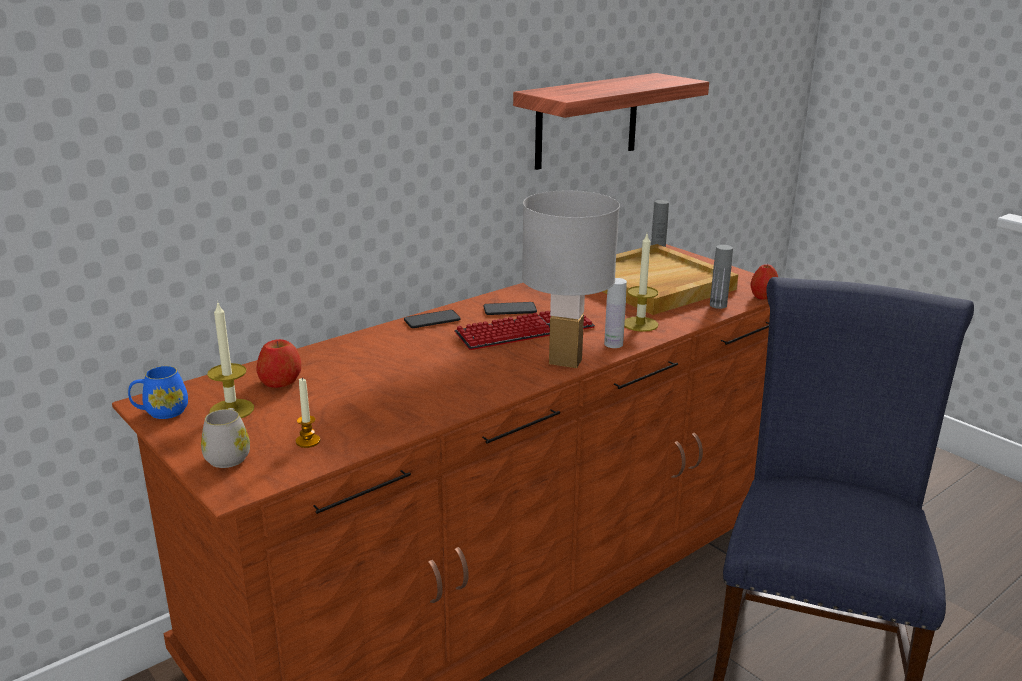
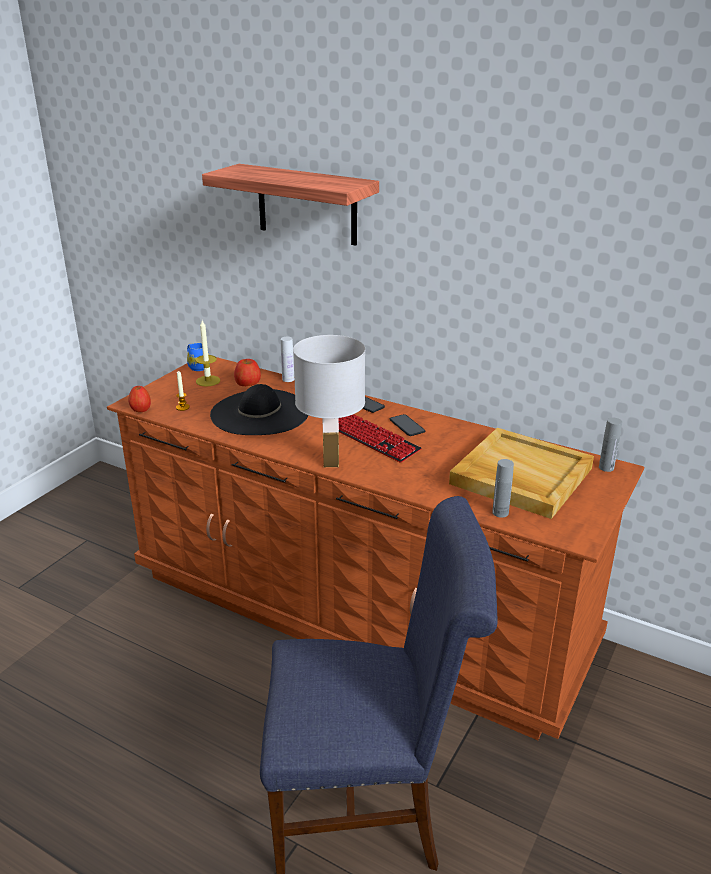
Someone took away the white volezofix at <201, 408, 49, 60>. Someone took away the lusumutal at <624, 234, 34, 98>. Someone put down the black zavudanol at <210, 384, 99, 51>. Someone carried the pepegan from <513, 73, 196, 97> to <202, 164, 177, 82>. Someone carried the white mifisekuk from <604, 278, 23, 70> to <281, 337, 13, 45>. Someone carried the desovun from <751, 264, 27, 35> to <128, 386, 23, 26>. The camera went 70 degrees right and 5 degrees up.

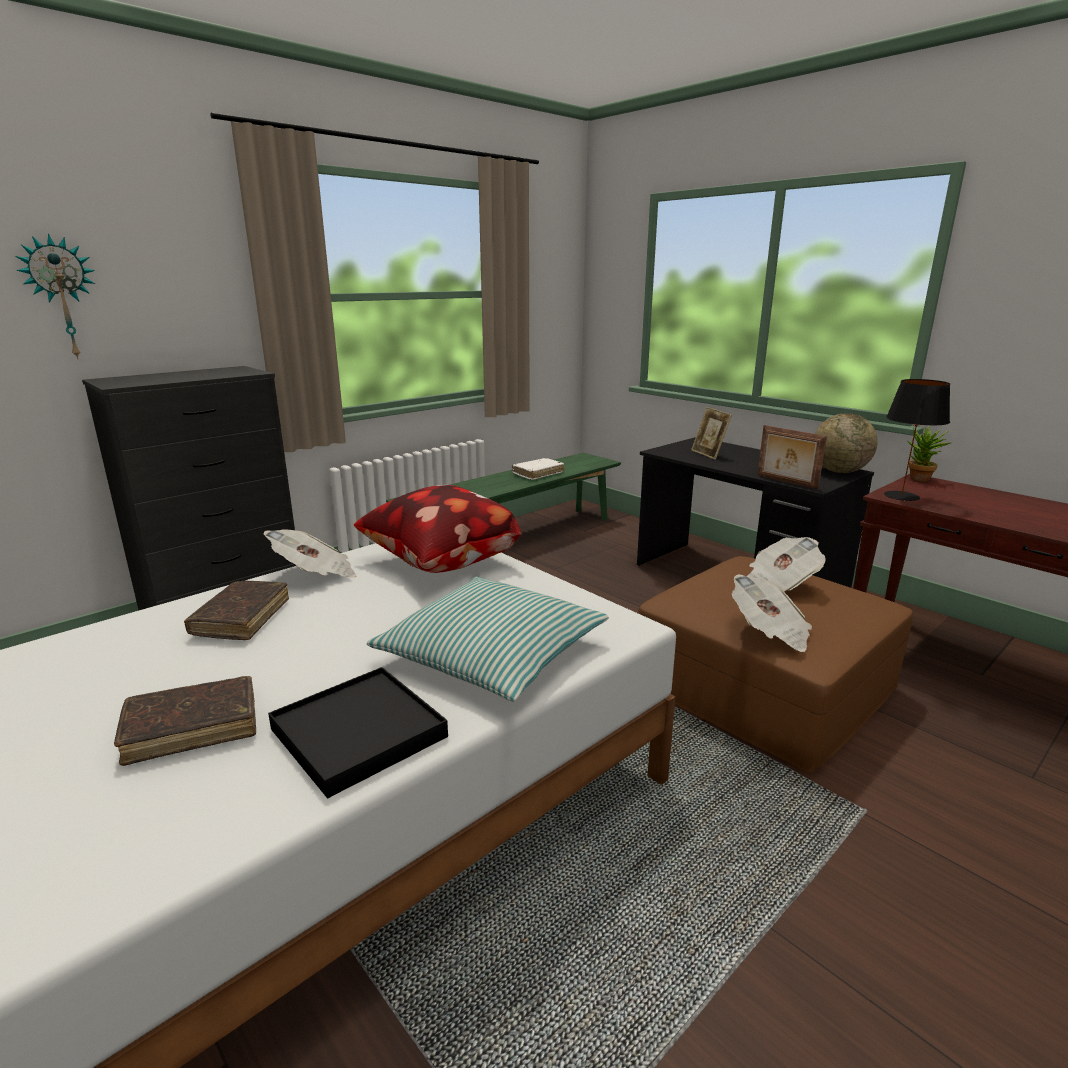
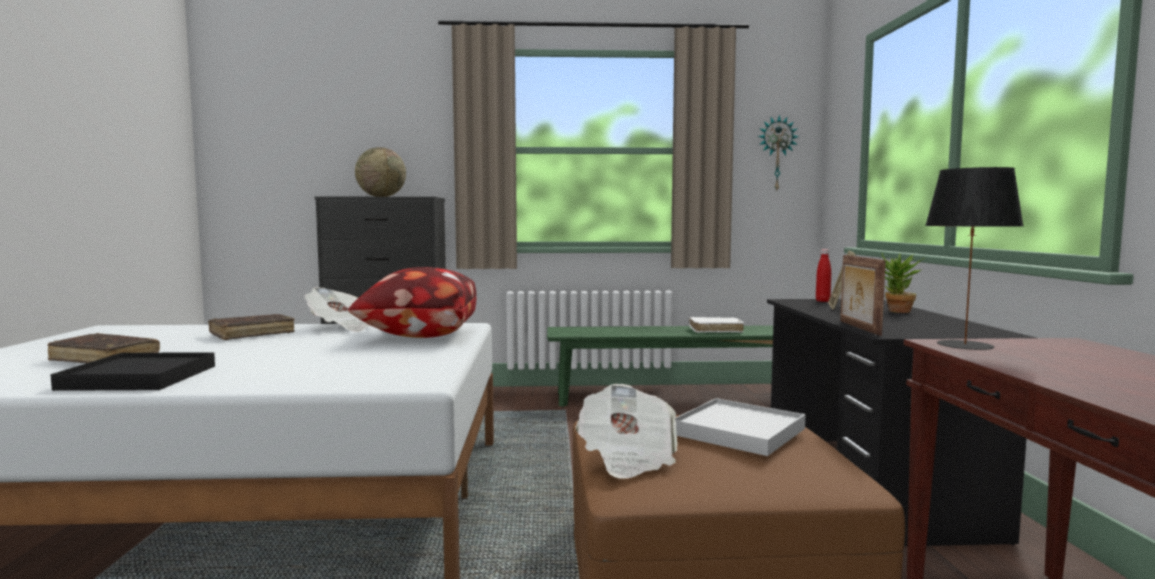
Someone took away the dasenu at <367, 577, 242, 124>. Someone put down the red mifisekuk at <816, 249, 15, 53>. Someone carried the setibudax from <15, 234, 80, 125> to <758, 115, 41, 76>. Someone carried the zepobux from <815, 413, 63, 60> to <355, 147, 51, 50>. Someone carried the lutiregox from <907, 426, 44, 55> to <881, 252, 43, 61>. Someone swapped the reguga at <747, 537, 79, 54> for the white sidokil at <675, 398, 130, 58>. The camera went 40 degrees right and 15 degrees down.

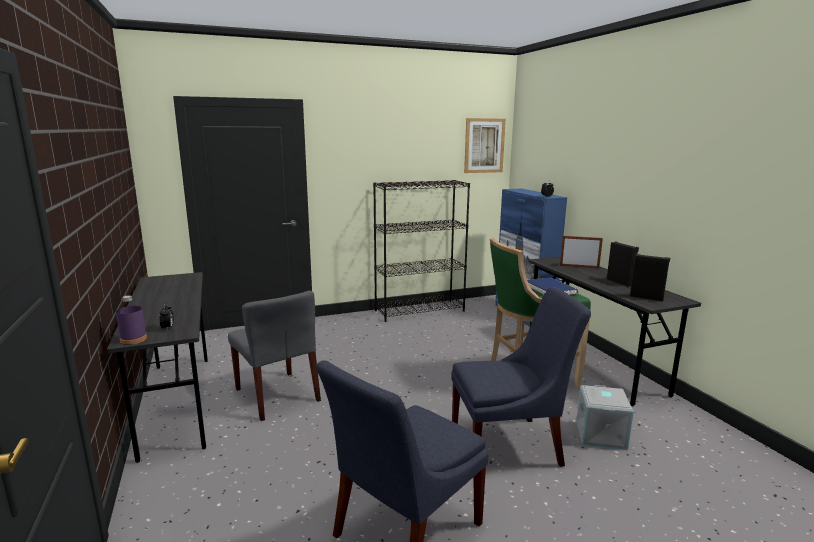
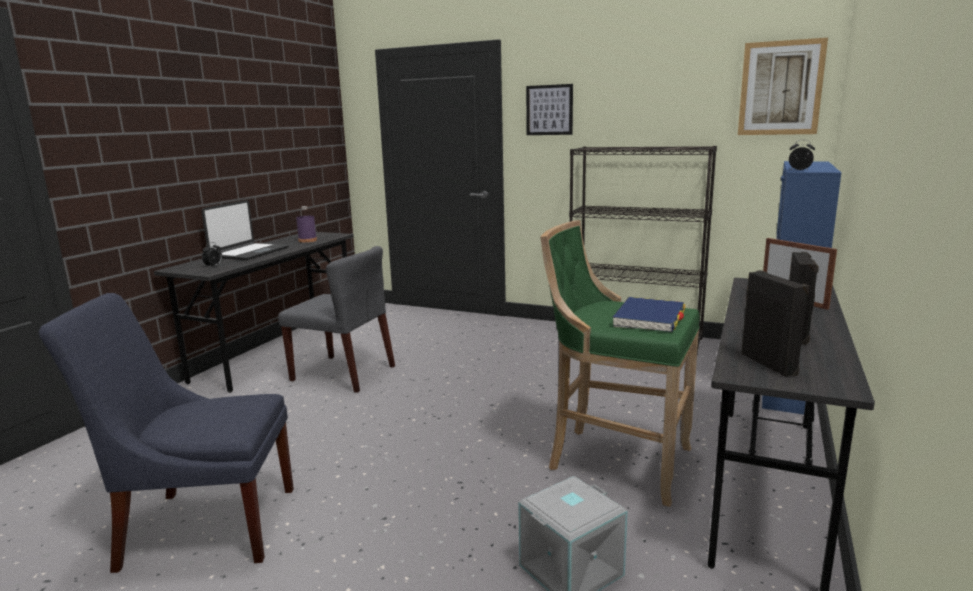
Someone took away the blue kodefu at <451, 287, 140, 180>. Someone put down the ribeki at <201, 200, 88, 60>. Someone put up the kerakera at <526, 84, 47, 51>. Someone carried the purple mifisekuk from <116, 295, 31, 50> to <296, 206, 21, 37>. Someone rotated the grey kodefu at <228, 290, 93, 131> by 75 degrees counterclockwise. The camera went 45 degrees right and 0 degrees up.

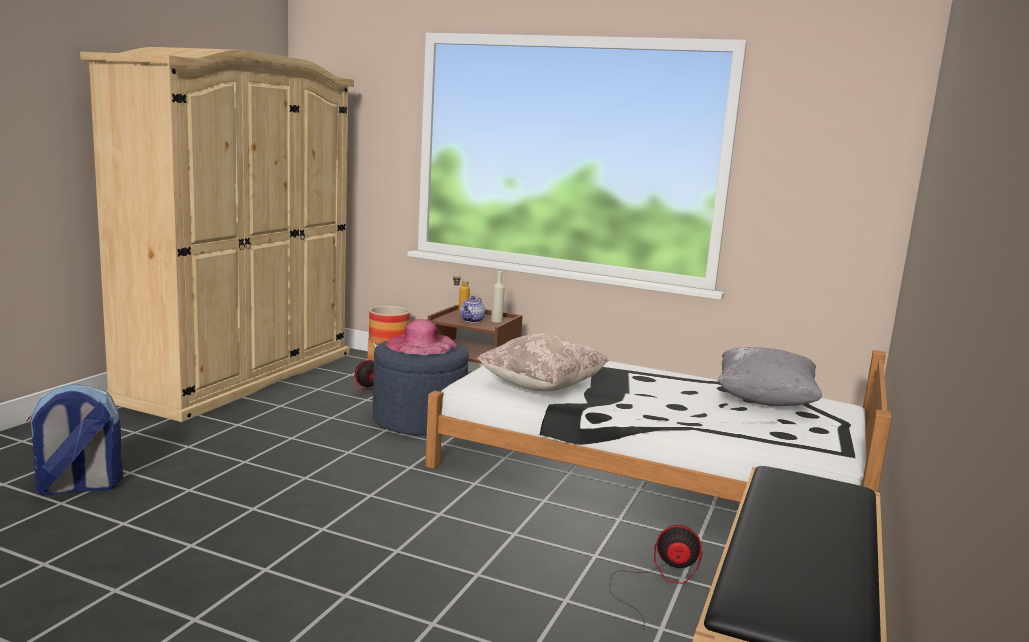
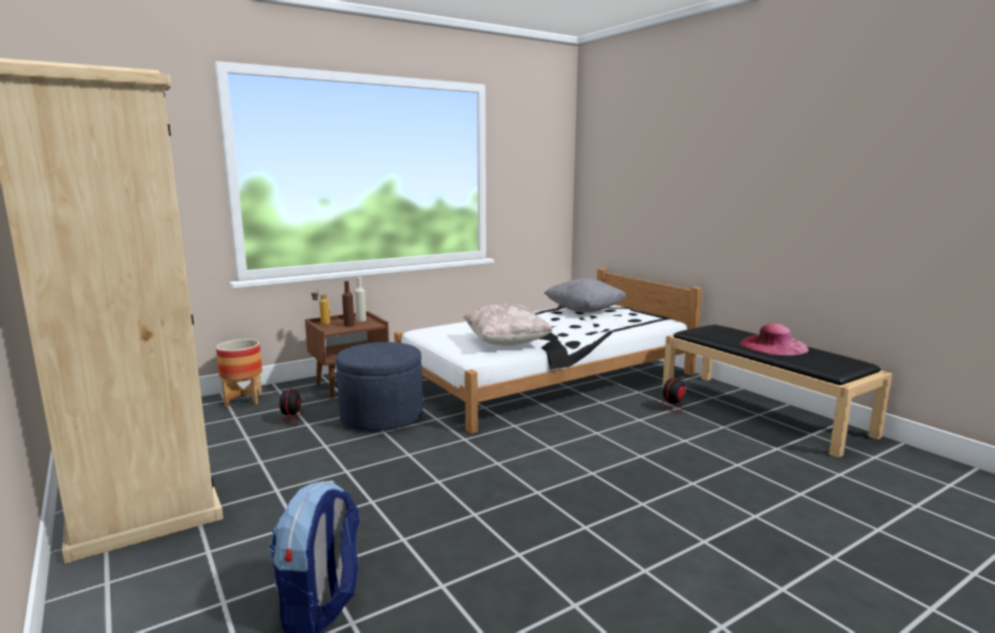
Someone carried the pink zavudanol from <386, 319, 71, 36> to <740, 323, 69, 32>. Someone swapped the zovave at <460, 296, 25, 27> for the brown mifisekuk at <342, 281, 13, 46>. The camera went 55 degrees left and 0 degrees up.

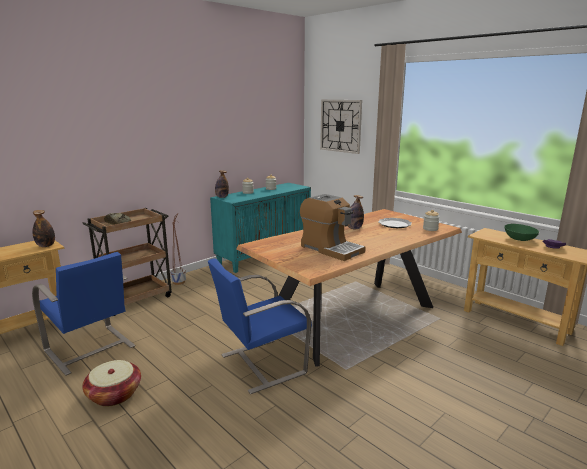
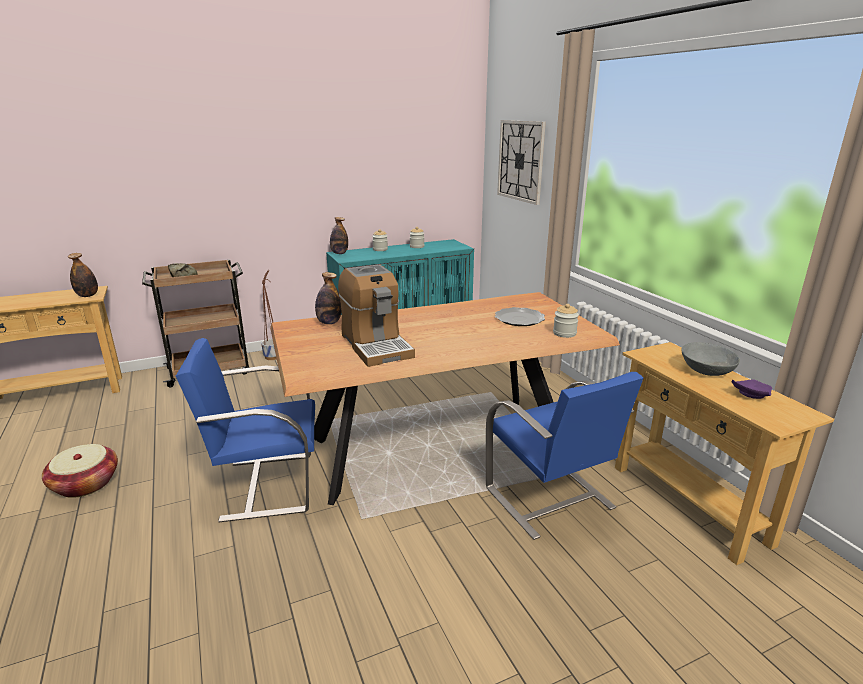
Someone carried the blue kodefu from <32, 252, 103, 124> to <486, 372, 157, 168>. Someone carried the mifisekuk from <347, 195, 17, 34> to <315, 272, 27, 52>. Someone repainted the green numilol at <504, 224, 35, 17>, which became the grey numilol at <681, 342, 59, 34>. The camera went 20 degrees right and 5 degrees up.

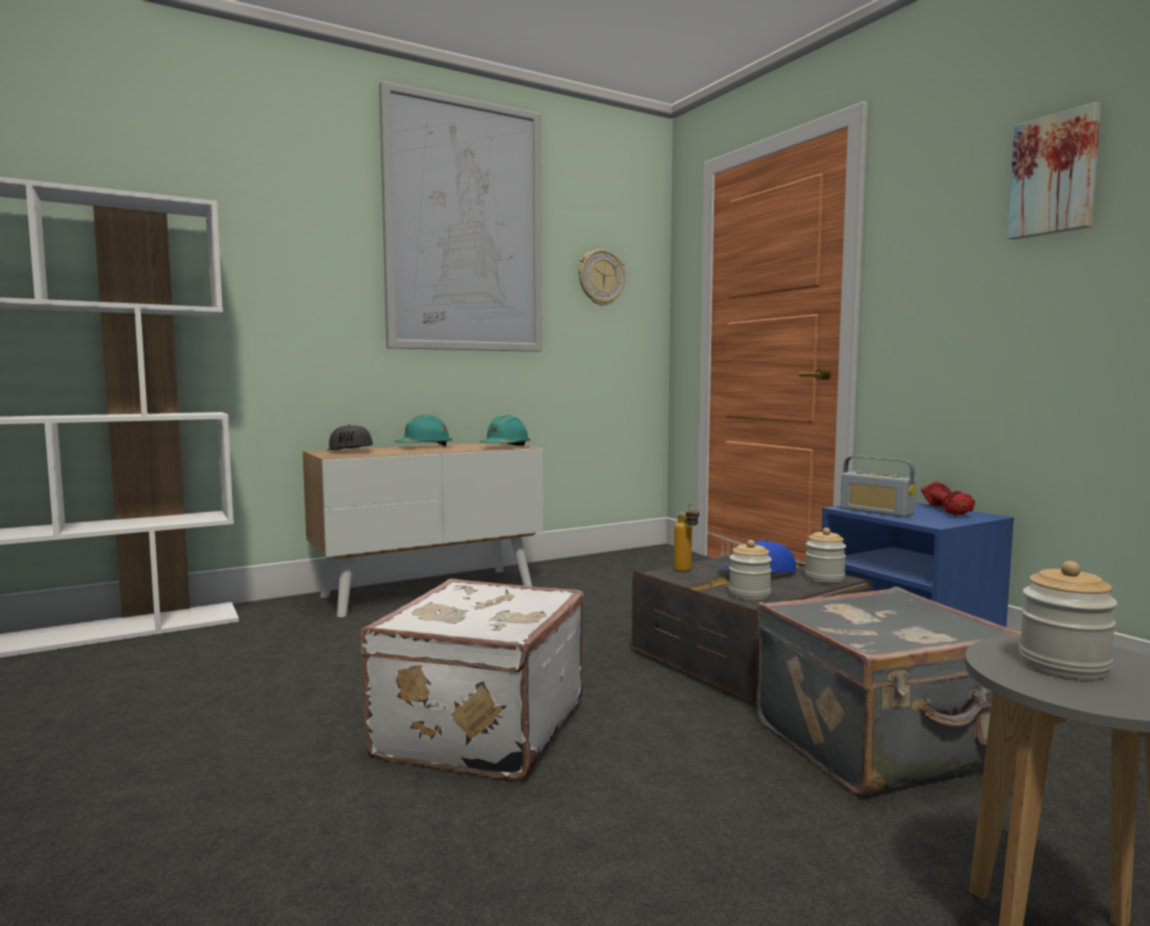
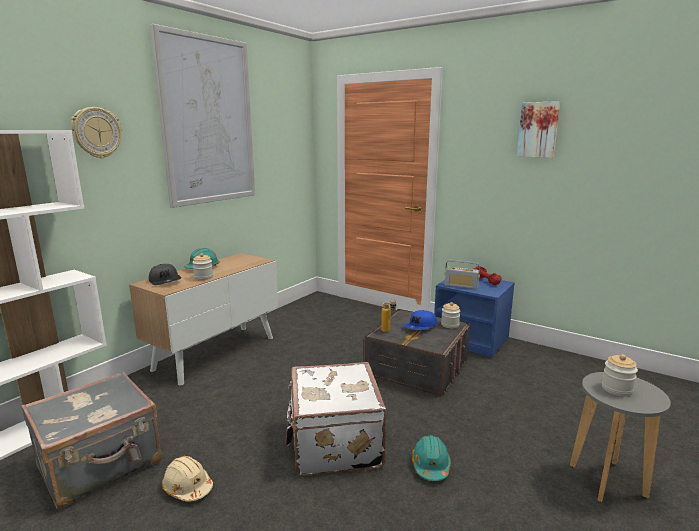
Someone put down the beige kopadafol at <162, 456, 51, 46>. Someone carried the turquoise kopadafol from <480, 415, 50, 31> to <412, 435, 39, 46>. Someone carried the setibudax from <578, 249, 48, 57> to <71, 107, 51, 51>. Someone carried the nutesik from <729, 540, 43, 60> to <192, 253, 21, 27>. Someone carried the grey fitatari from <757, 586, 264, 209> to <21, 371, 141, 138>. The camera went 25 degrees left and 10 degrees up.

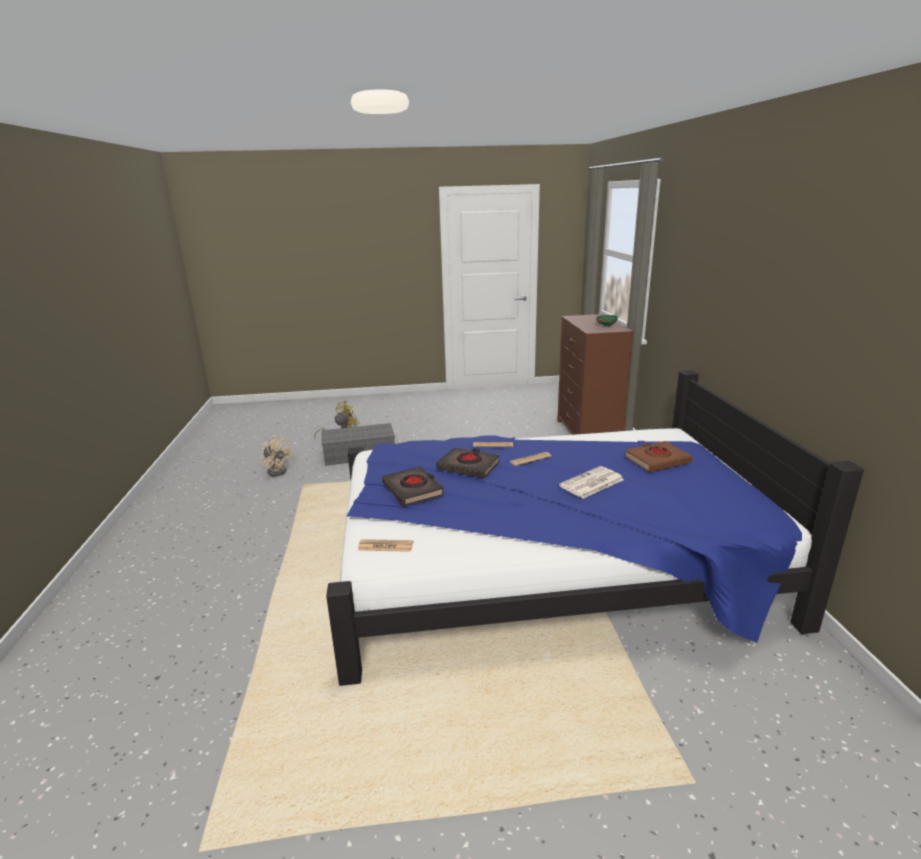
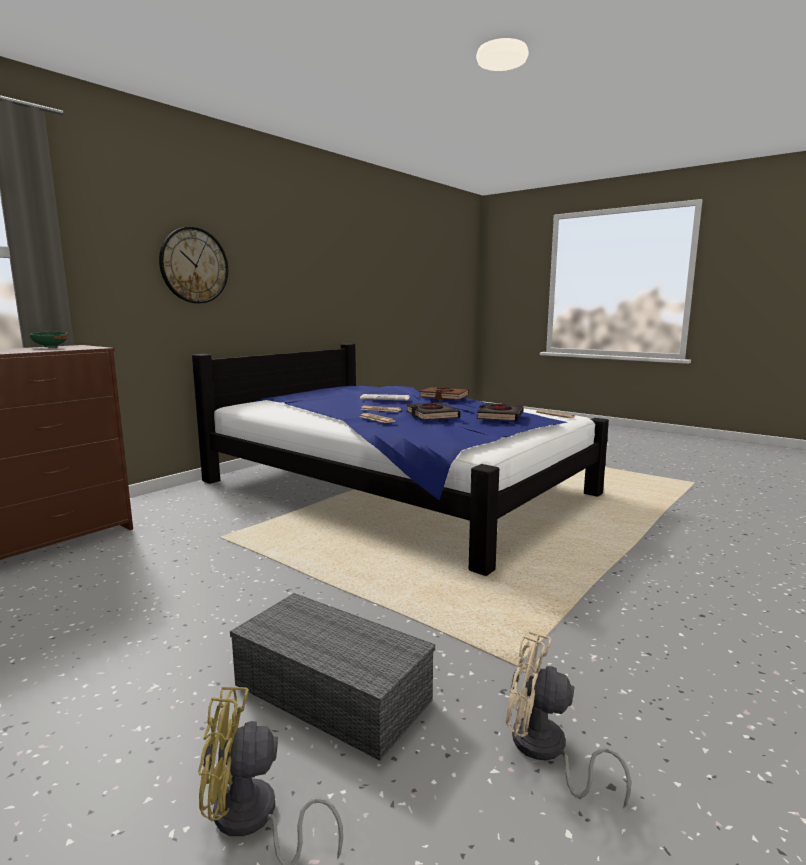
Someone put up the setibudax at <159, 227, 69, 76>. Someone carried the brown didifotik from <625, 441, 68, 31> to <419, 387, 50, 13>. Someone rotated the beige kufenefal at <262, 435, 30, 41> by 60 degrees counterclockwise. The camera went 135 degrees left and 10 degrees down.

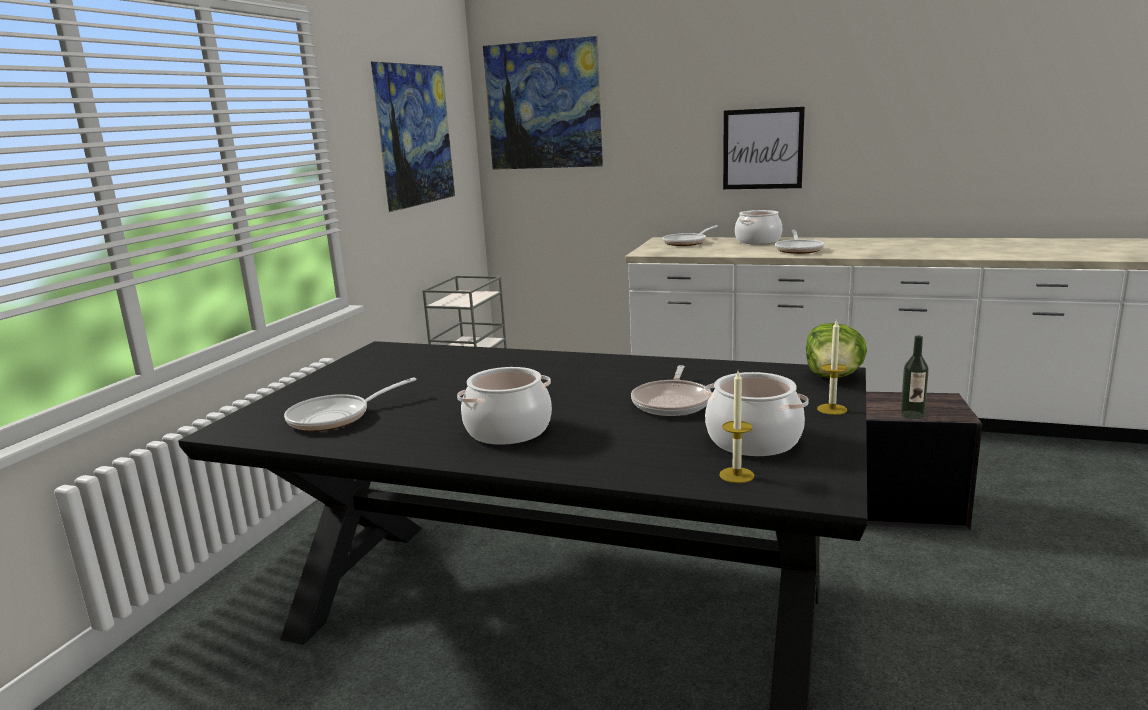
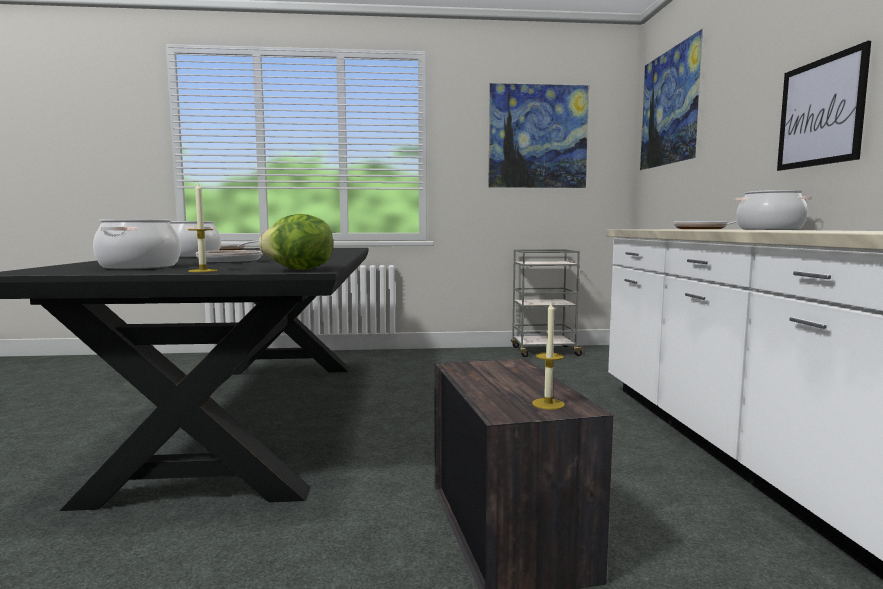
Someone took away the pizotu at <775, 230, 49, 24>. Someone took away the mifisekuk at <900, 335, 29, 84>. Someone carried the lusumutal from <719, 371, 35, 112> to <532, 302, 33, 108>. The camera went 65 degrees right and 10 degrees down.

